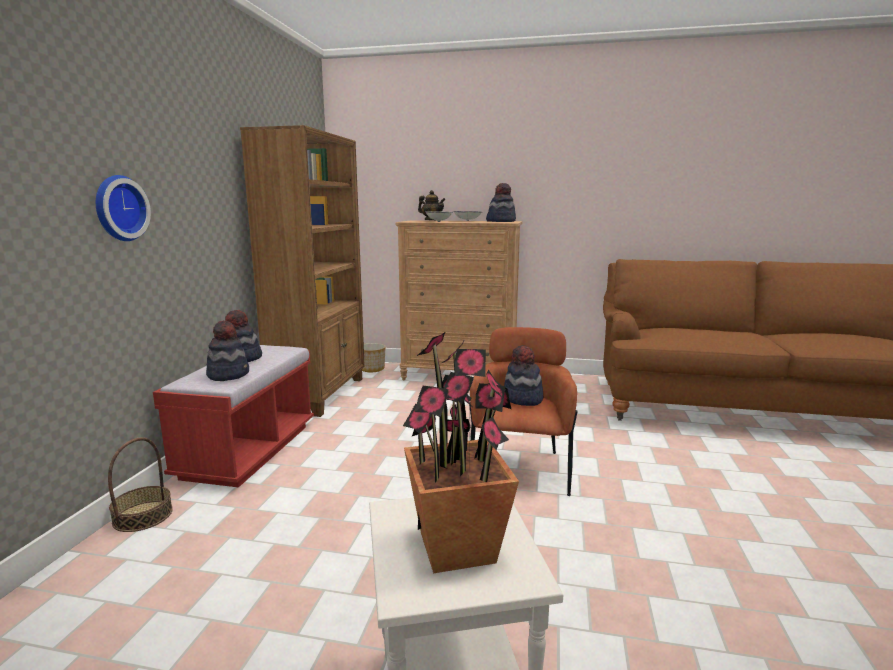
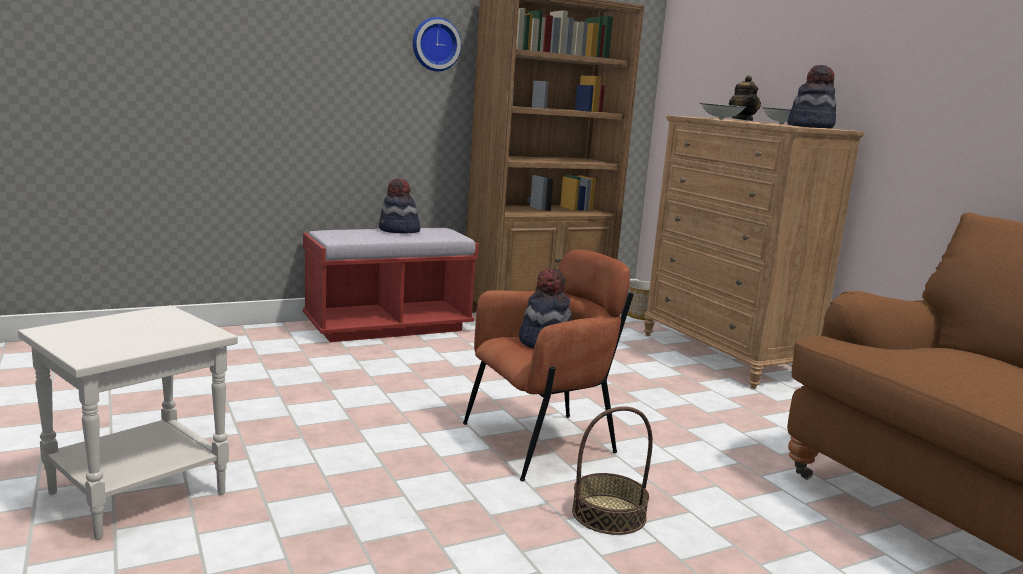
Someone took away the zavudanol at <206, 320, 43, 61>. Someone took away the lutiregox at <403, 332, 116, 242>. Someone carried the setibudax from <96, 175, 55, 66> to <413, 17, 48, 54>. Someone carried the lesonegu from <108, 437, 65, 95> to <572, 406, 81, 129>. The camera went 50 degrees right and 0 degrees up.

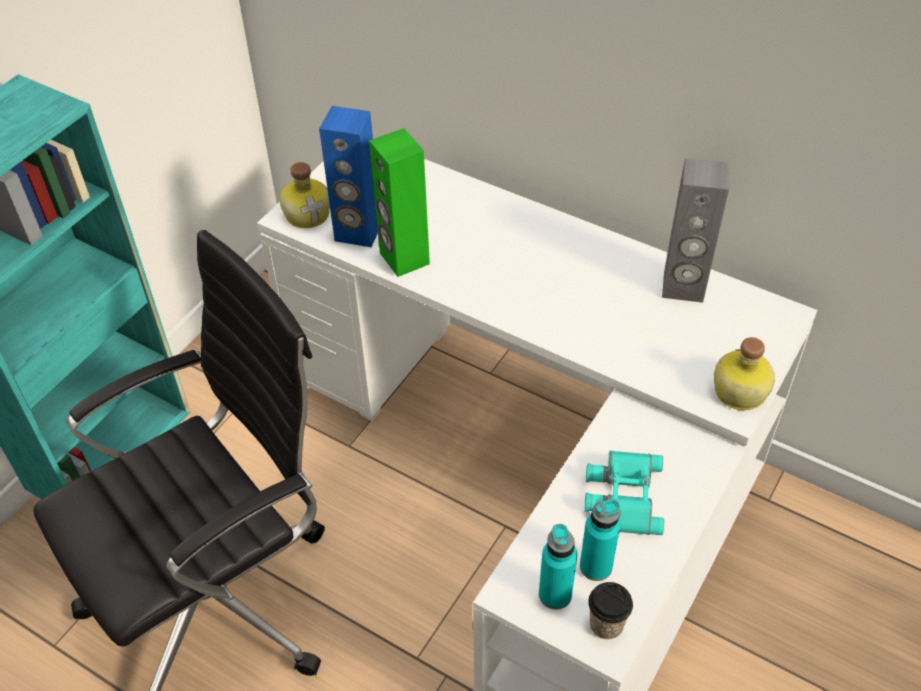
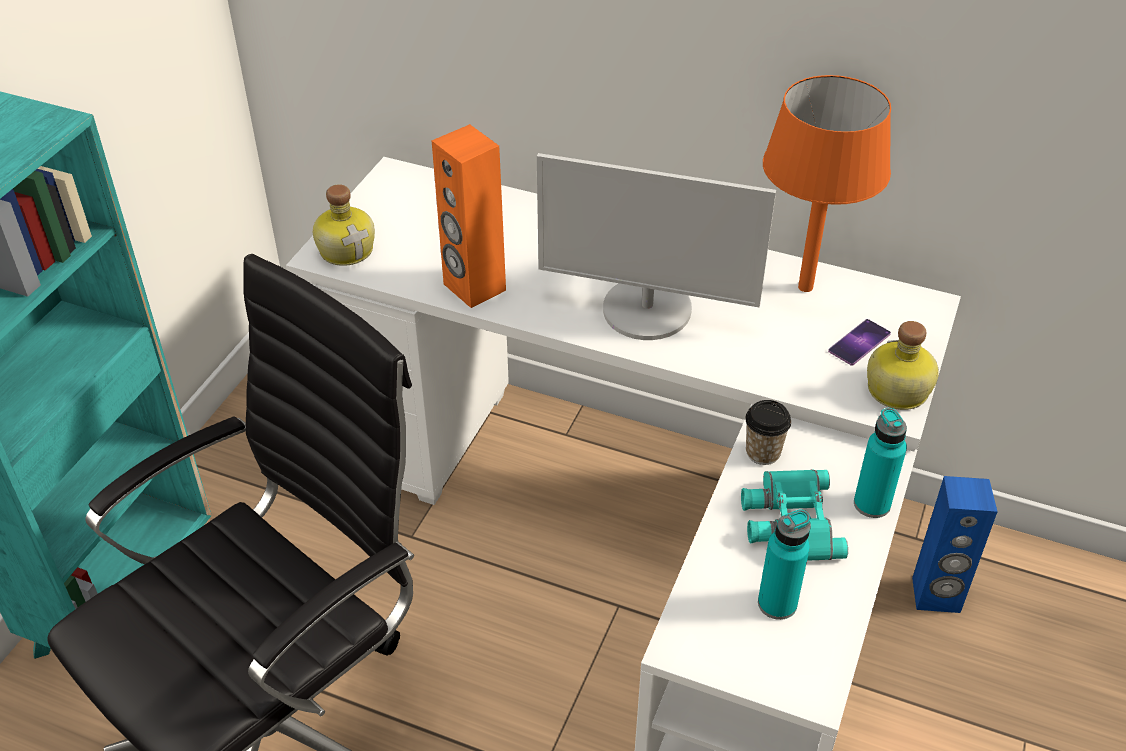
Someone put down the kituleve at <537, 153, 239, 187>. Someone put down the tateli at <828, 319, 63, 46>. Someone carried the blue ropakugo from <319, 106, 59, 141> to <912, 476, 86, 137>. Someone carried the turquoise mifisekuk from <539, 524, 38, 86> to <854, 408, 53, 110>. Someone carried the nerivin from <588, 582, 45, 57> to <745, 400, 46, 65>. Someone swapped the grey ropakugo at <662, 159, 67, 144> for the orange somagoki at <763, 75, 128, 217>. Someone repainted the green ropakugo at <369, 128, 61, 149>, which became the orange ropakugo at <432, 124, 74, 184>. The camera went 10 degrees left and 5 degrees down.

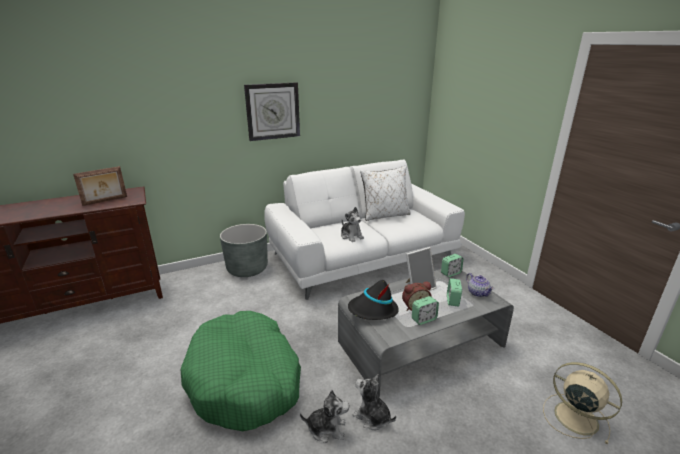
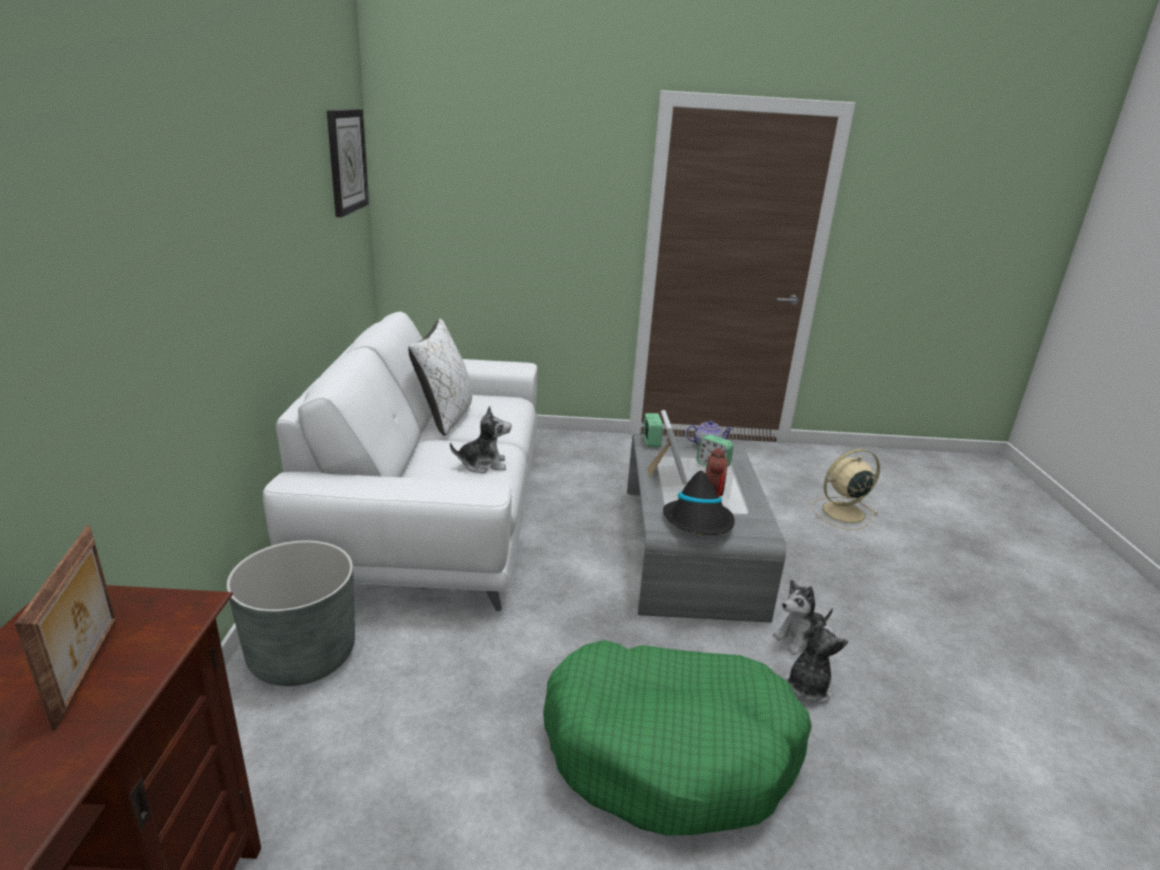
Someone took away the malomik at <412, 296, 27, 29>. Someone carried the setibudax from <244, 82, 56, 59> to <327, 109, 42, 108>. The camera went 65 degrees left and 0 degrees up.

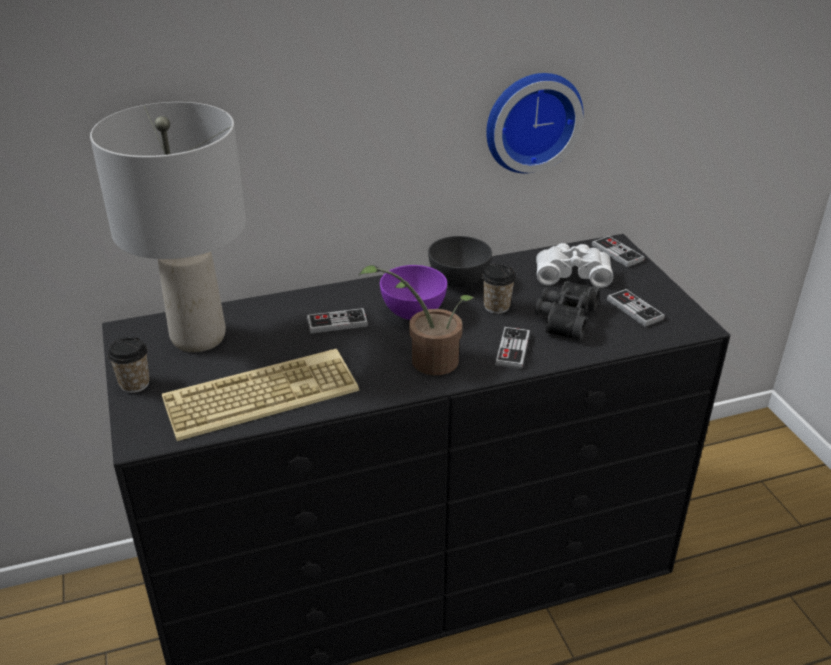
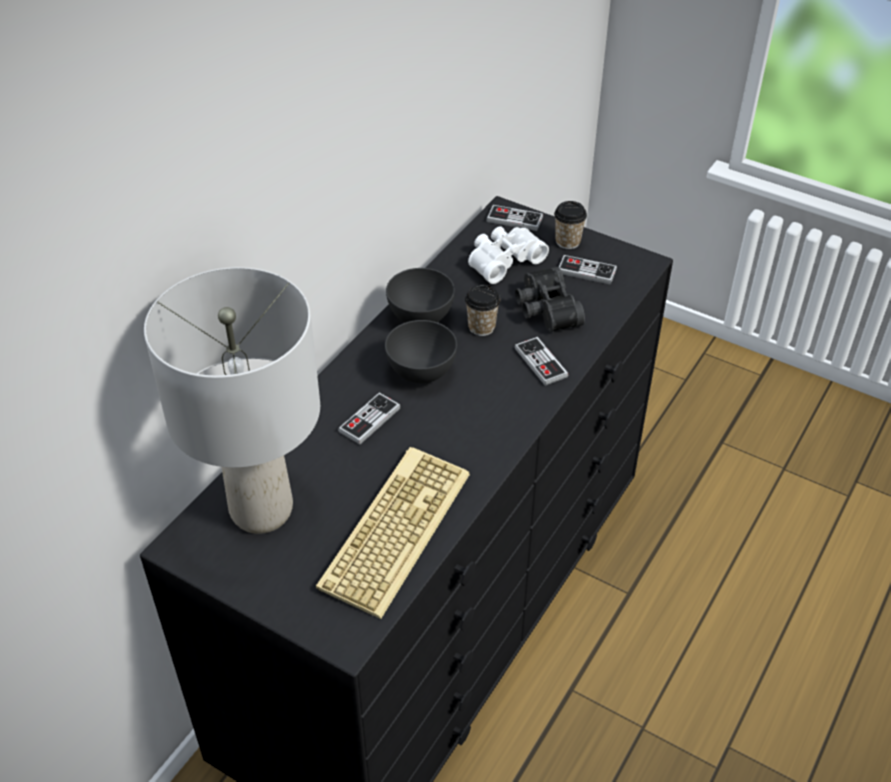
Someone took away the lutiregox at <359, 265, 115, 110>. Someone took away the setibudax at <486, 73, 97, 100>. Someone carried the nerivin from <108, 337, 42, 56> to <554, 201, 33, 48>. Someone repainted the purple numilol at <380, 265, 67, 55>, which became the grey numilol at <385, 320, 72, 63>. The camera went 40 degrees left and 10 degrees up.

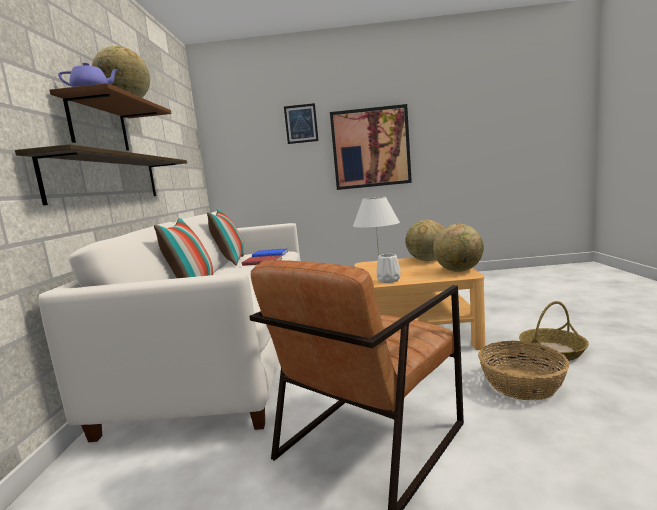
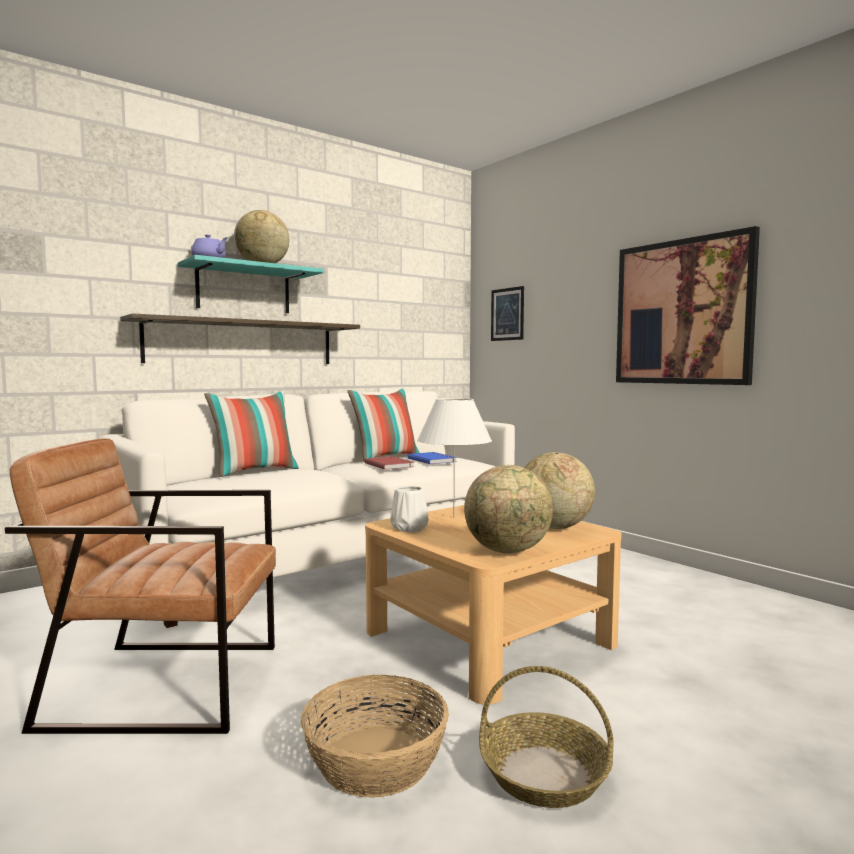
Someone carried the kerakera from <284, 103, 34, 41> to <491, 286, 33, 55>. Someone repainted the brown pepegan at <49, 83, 122, 68>, which became the turquoise pepegan at <178, 255, 146, 58>. The camera went 50 degrees right and 5 degrees down.

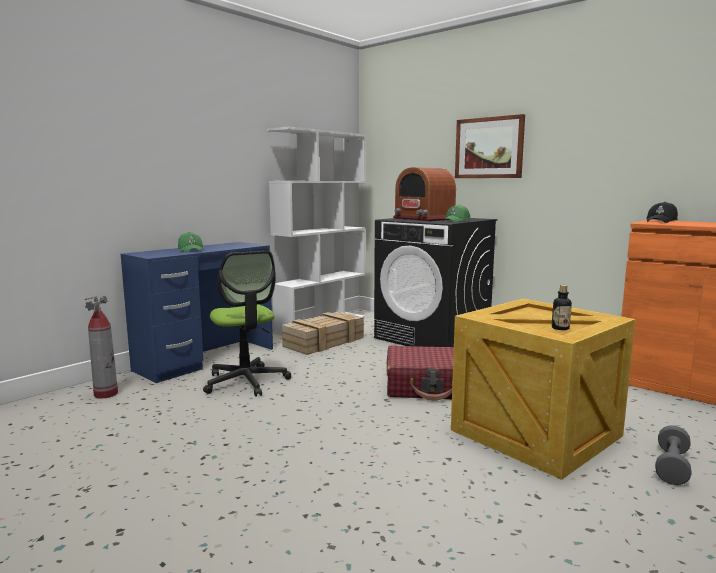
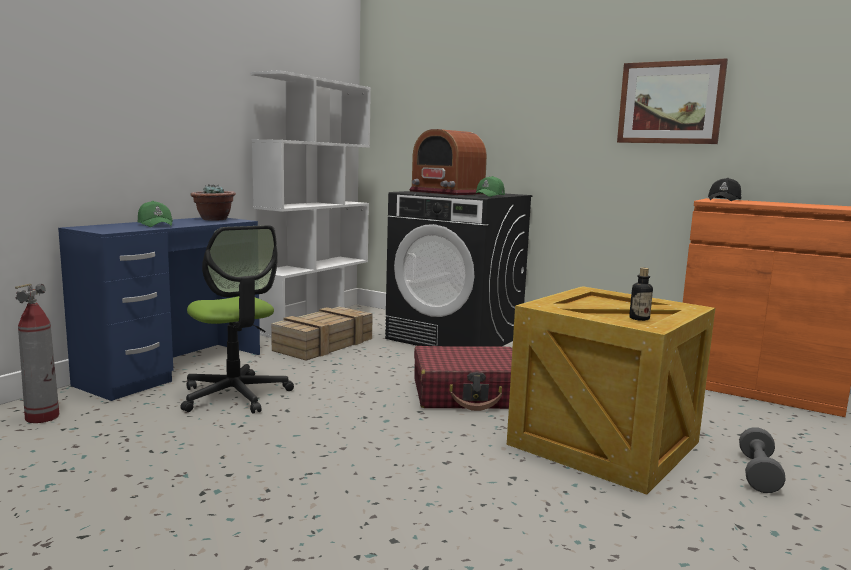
Someone put down the lutiregox at <190, 184, 46, 37>. Someone carried the kerakera from <455, 114, 70, 64> to <617, 58, 111, 86>. The camera went 10 degrees left and 0 degrees up.

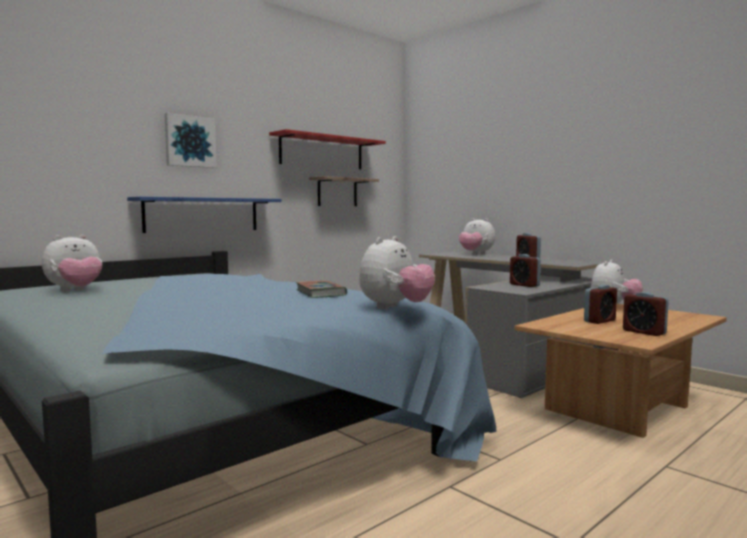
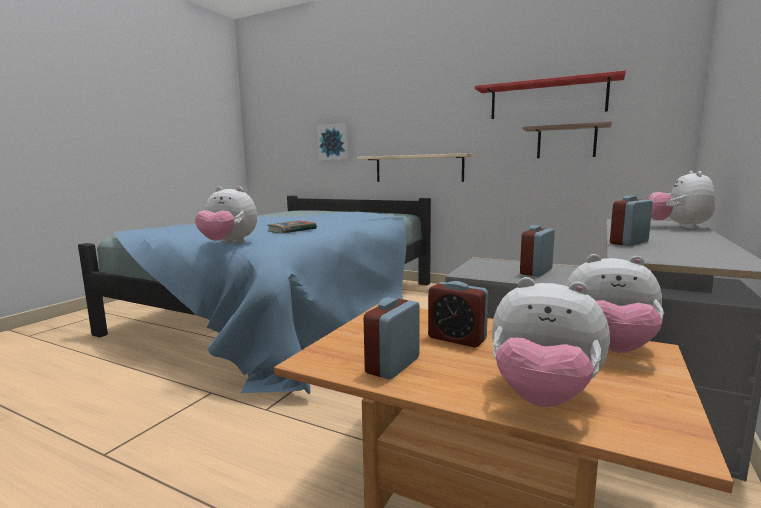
Someone carried the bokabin from <42, 235, 60, 56> to <492, 277, 118, 130>. Someone carried the kerakera from <165, 113, 52, 55> to <317, 123, 33, 37>. Someone repainted the blue pepegan at <127, 196, 154, 37>, which became the beige pepegan at <357, 153, 118, 29>. The camera went 70 degrees right and 5 degrees up.

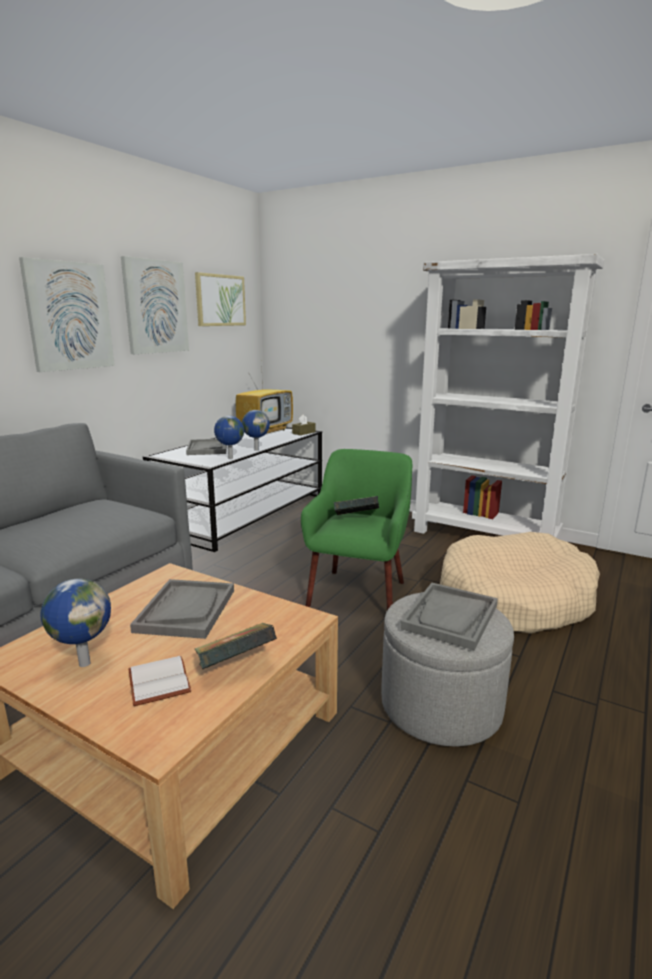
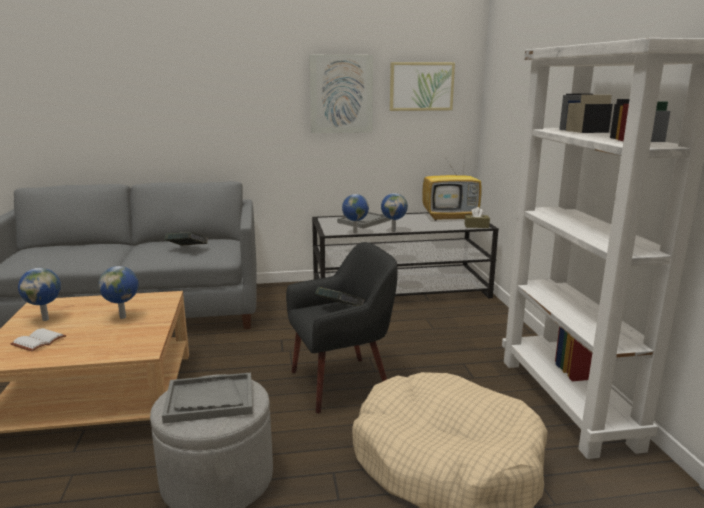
Someone took away the kerakera at <19, 257, 96, 115>. Someone carried the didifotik from <194, 623, 83, 46> to <165, 232, 43, 14>. Someone swapped the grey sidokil at <130, 579, 104, 60> for the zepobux at <98, 266, 40, 53>. Someone repainted the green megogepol at <301, 449, 111, 161>, which became the black megogepol at <286, 242, 112, 172>. The camera went 50 degrees right and 0 degrees up.

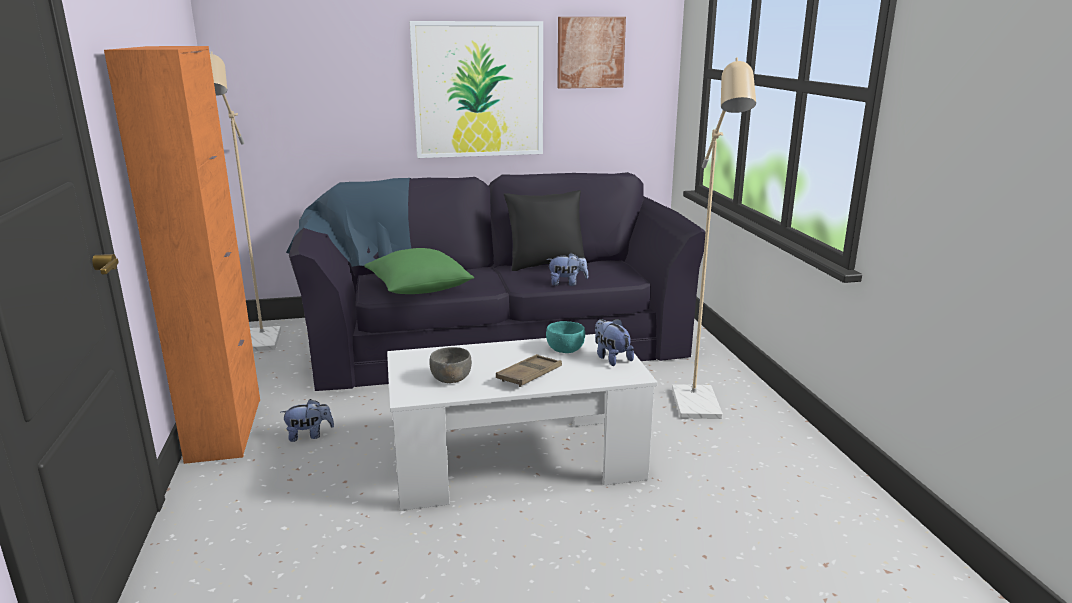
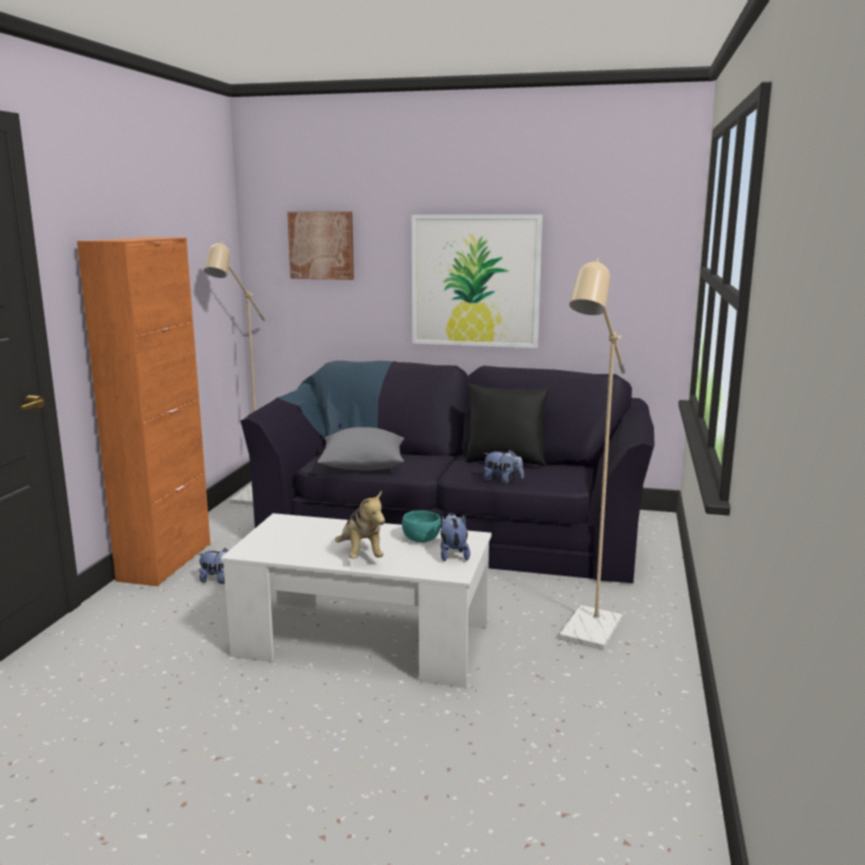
Someone took away the grey numilol at <429, 347, 43, 36>. Someone carried the kerakera from <557, 17, 69, 72> to <287, 212, 67, 68>. Someone swapped the brown sidokil at <496, 354, 66, 33> for the bokabin at <335, 490, 50, 69>. Someone repainted the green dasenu at <364, 248, 110, 46>, which became the grey dasenu at <317, 427, 87, 44>. The camera went 25 degrees right and 5 degrees down.

